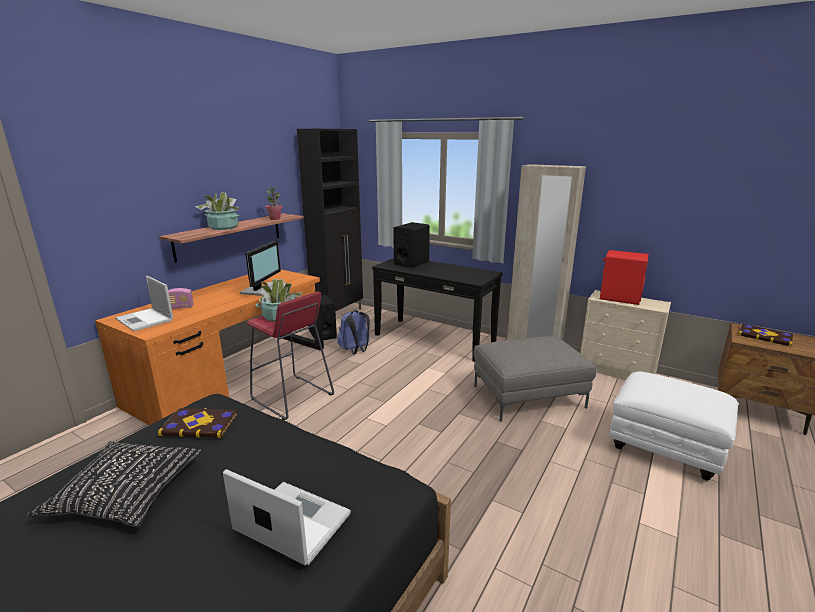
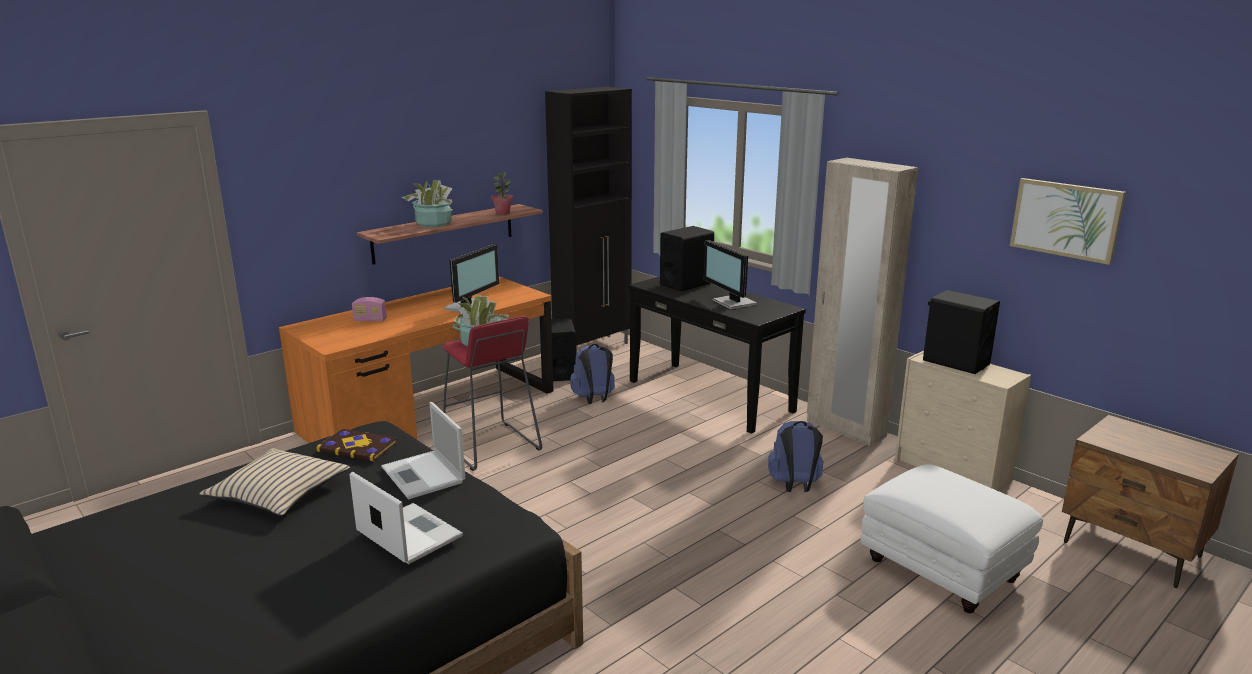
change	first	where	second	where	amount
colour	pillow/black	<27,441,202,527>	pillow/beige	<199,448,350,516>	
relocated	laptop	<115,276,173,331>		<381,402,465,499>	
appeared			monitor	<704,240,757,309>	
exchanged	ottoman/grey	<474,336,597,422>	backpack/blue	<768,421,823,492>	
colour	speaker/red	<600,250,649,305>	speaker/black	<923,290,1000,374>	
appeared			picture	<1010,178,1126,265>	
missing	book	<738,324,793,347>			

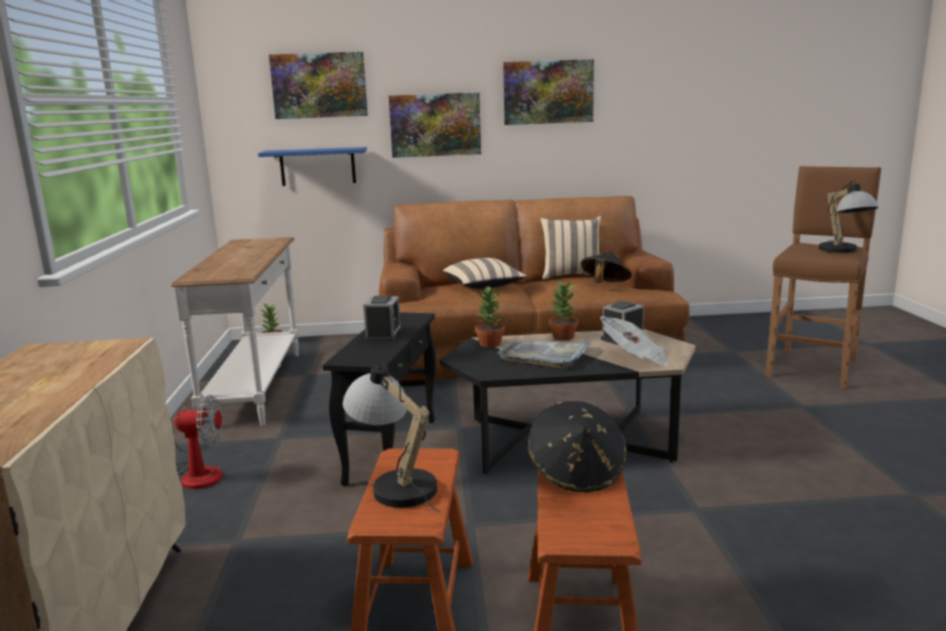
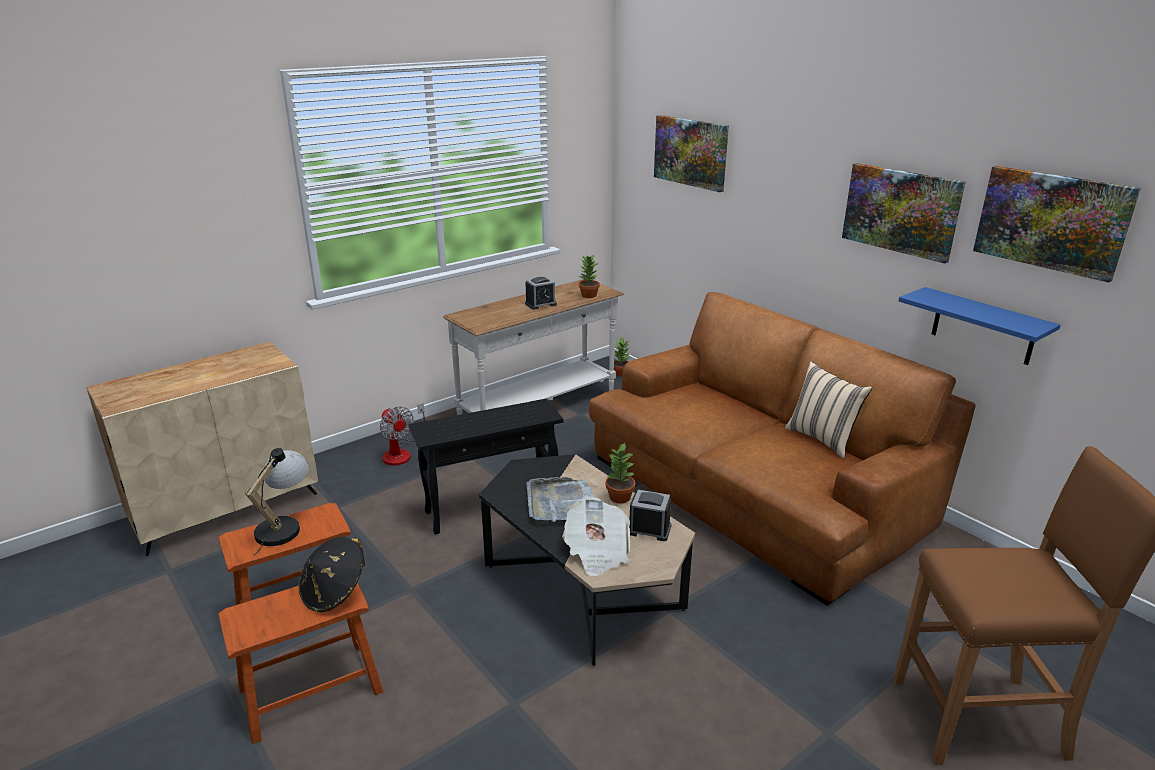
change	first	where	second	where	amount
relocated	alarm clock	<363,296,401,341>		<525,277,557,310>	
relocated	potted plant	<475,286,505,347>		<579,255,600,298>	
relocated	shelf/blue	<258,147,367,186>		<899,287,1060,365>	
relocated	picture	<389,93,481,158>		<973,166,1141,283>	
missing	pillow/beige	<443,258,527,289>			
missing	hat/black	<580,252,632,283>			
missing	table lamp	<819,180,879,253>			

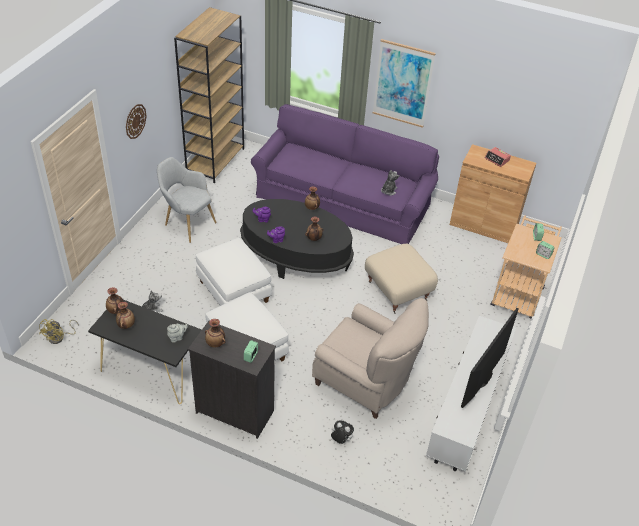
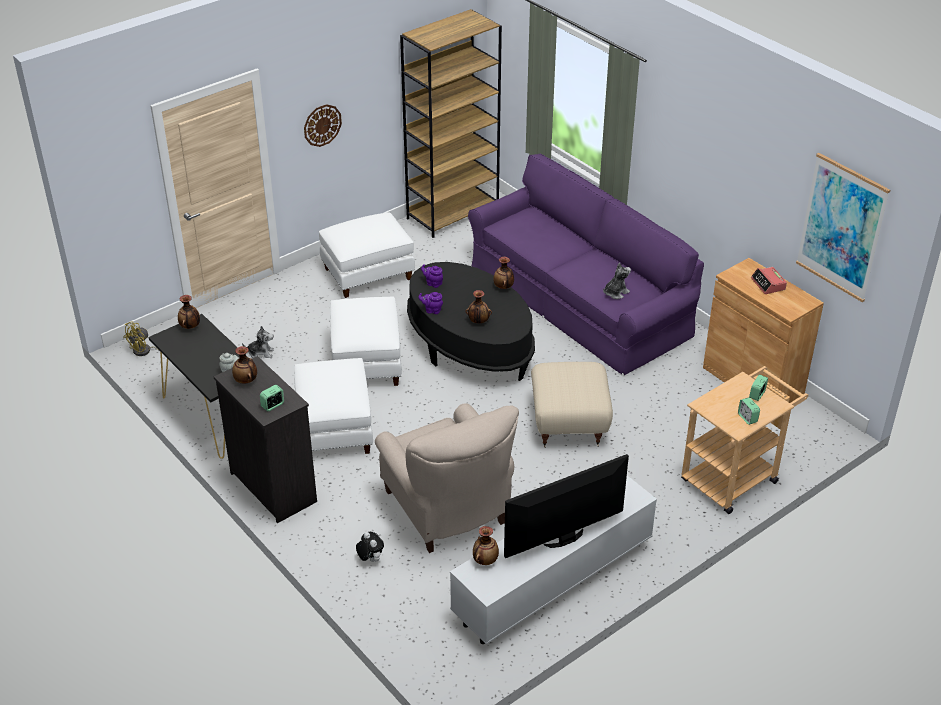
change	first	where	second	where	amount
exchanged	armchair/grey	<157,157,217,243>	ottoman/white	<319,212,415,298>	
relocated	vase	<116,302,135,329>		<473,526,499,565>	
relocated	picture	<373,39,436,128>		<796,153,890,302>	

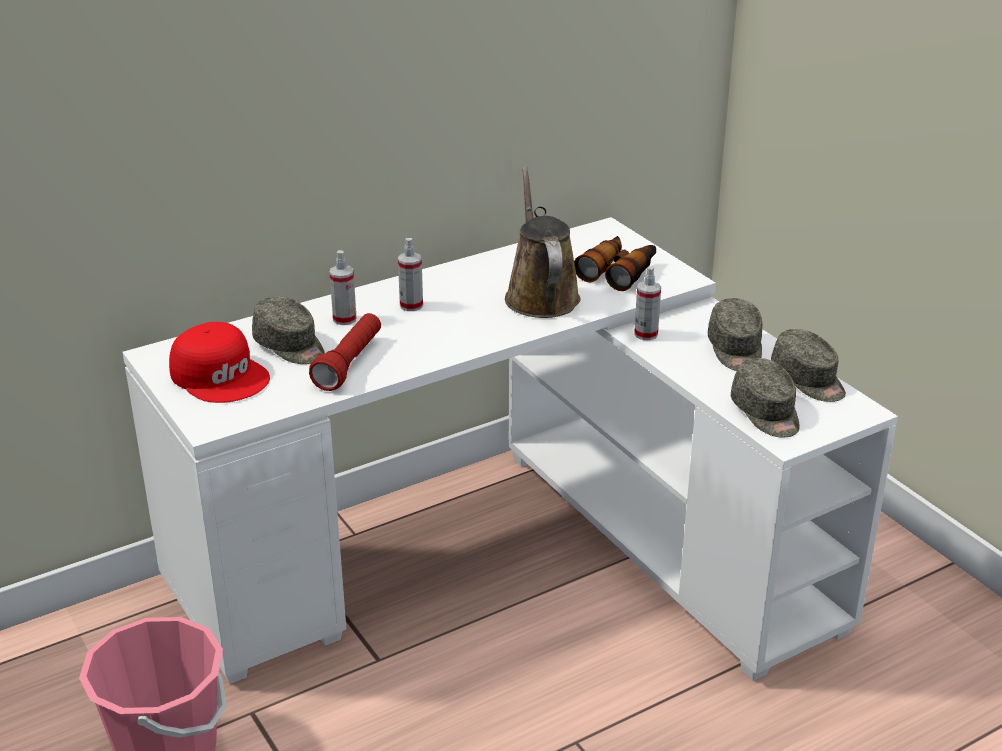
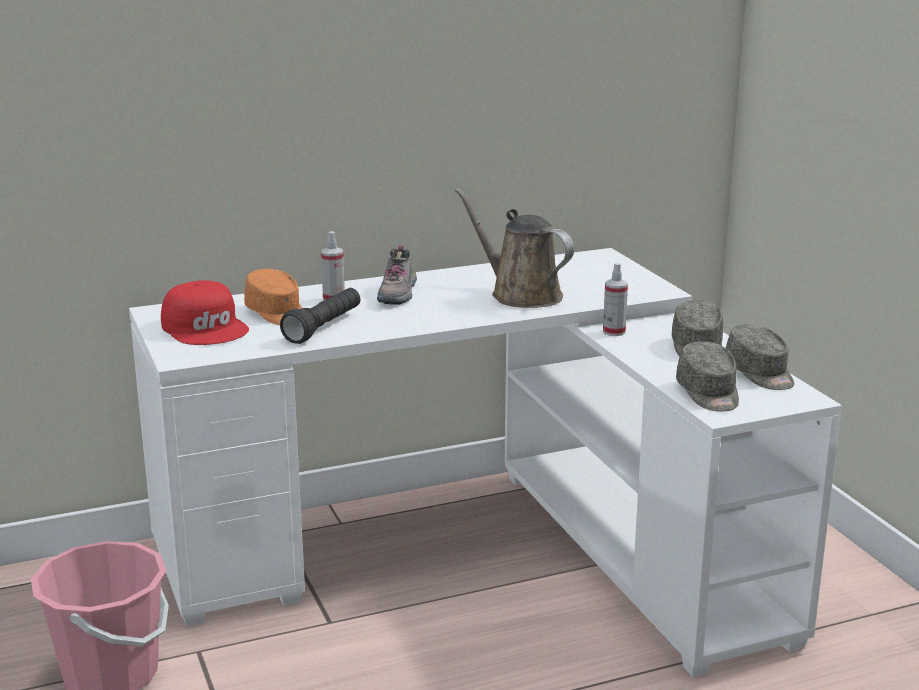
change	first	where	second	where	amount
colour	cap/grey	<252,296,325,364>	cap/orange	<244,269,302,325>	
colour	flashlight/red	<309,313,381,391>	flashlight/black	<280,288,360,344>	
exchanged	spray bottle	<398,238,423,311>	shoe	<377,245,417,305>	
spun	watering can/brown	<505,167,581,318>		<455,188,574,308>	45 degrees counterclockwise
missing	binoculars	<574,236,656,291>			

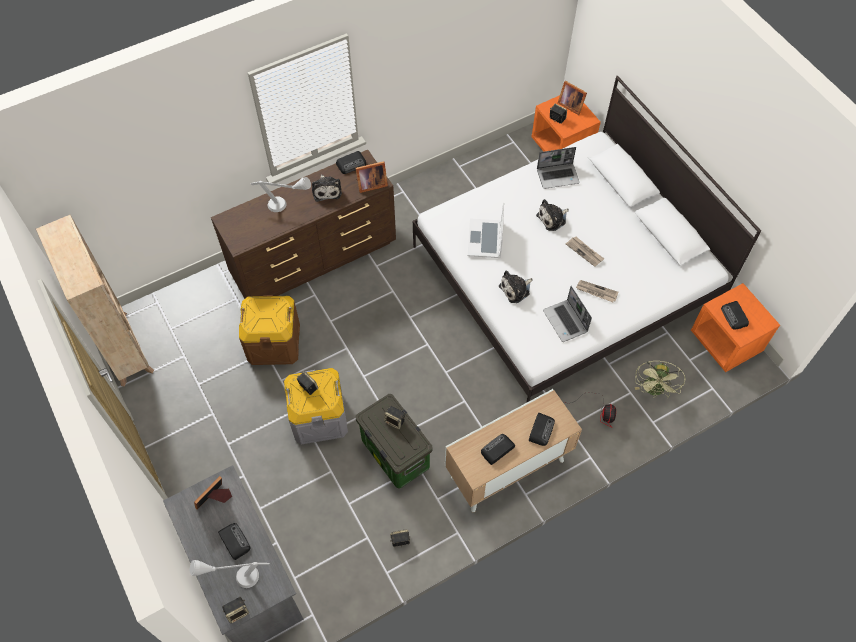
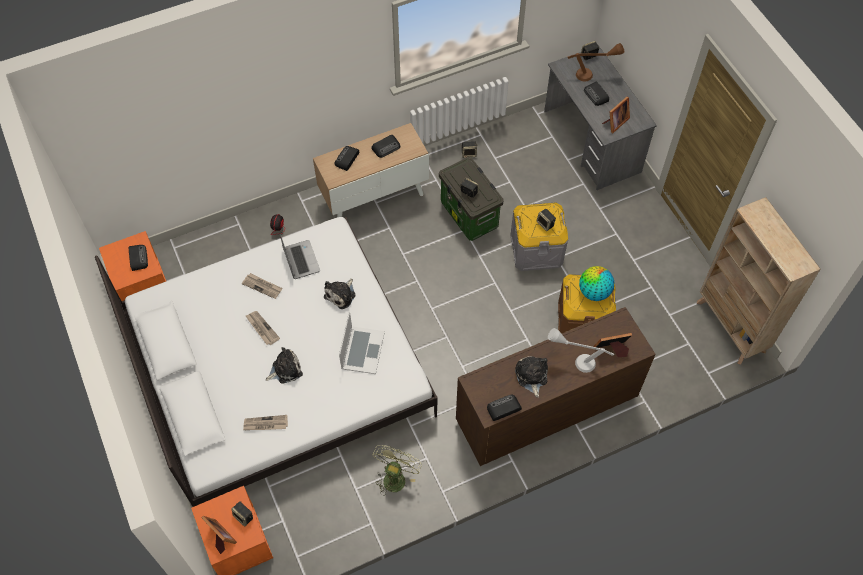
change	first	where	second	where	amount
exchanged	laptop	<537,147,580,189>	newspaper	<243,415,288,430>	
spun	plush toy	<499,271,533,303>		<324,278,356,309>	150 degrees clockwise
relocated	fan/green	<635,361,685,399>		<372,445,422,496>	
colour	table lamp/grey	<190,560,269,588>	table lamp/brown	<567,43,624,81>	
appeared			globe	<579,266,614,301>	
relocated	picture frame	<356,161,388,193>		<594,333,632,357>	

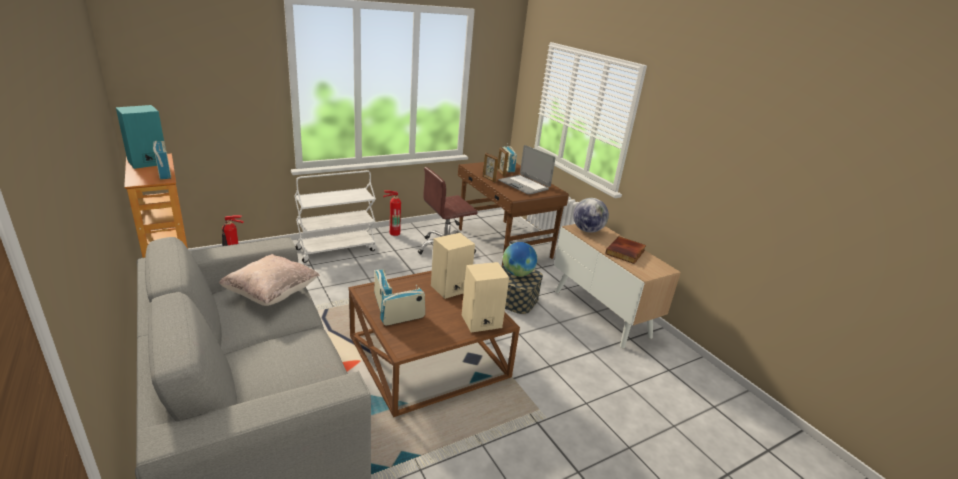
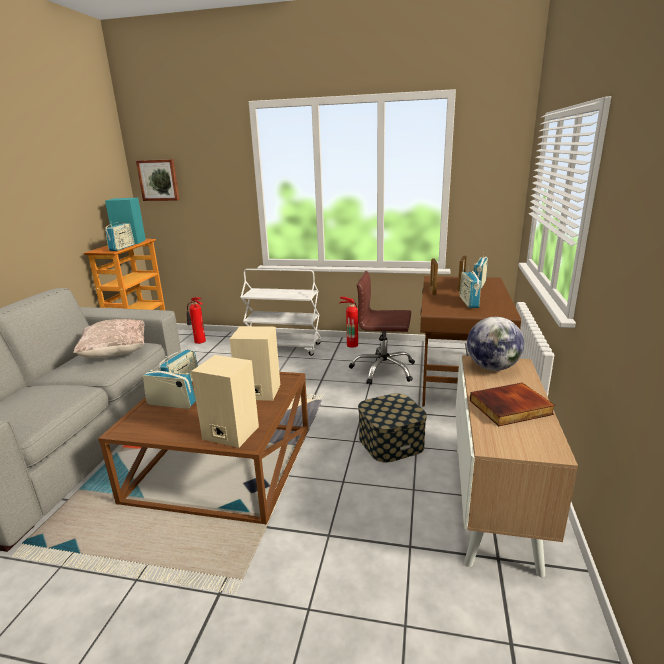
change	first	where	second	where	amount
appeared			picture	<136,159,179,201>	
exchanged	laptop	<498,145,555,194>	radio	<459,267,481,308>	
missing	globe	<503,242,537,276>			

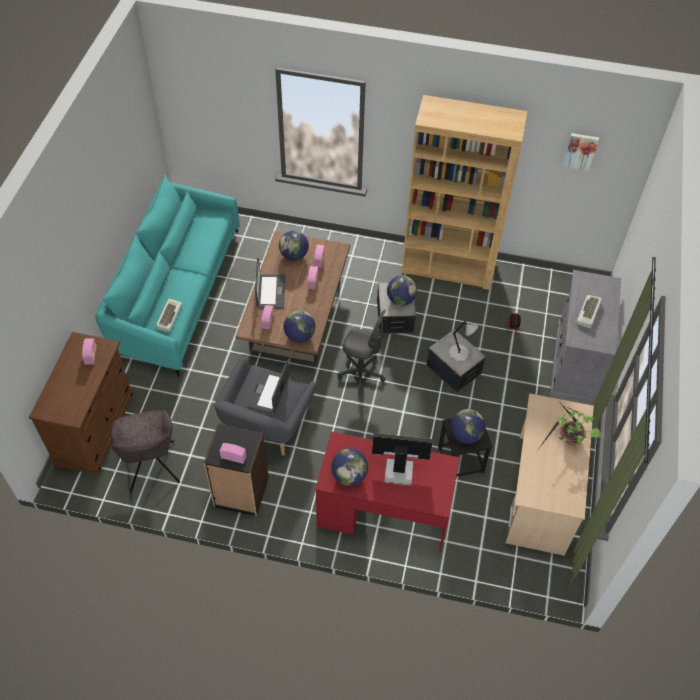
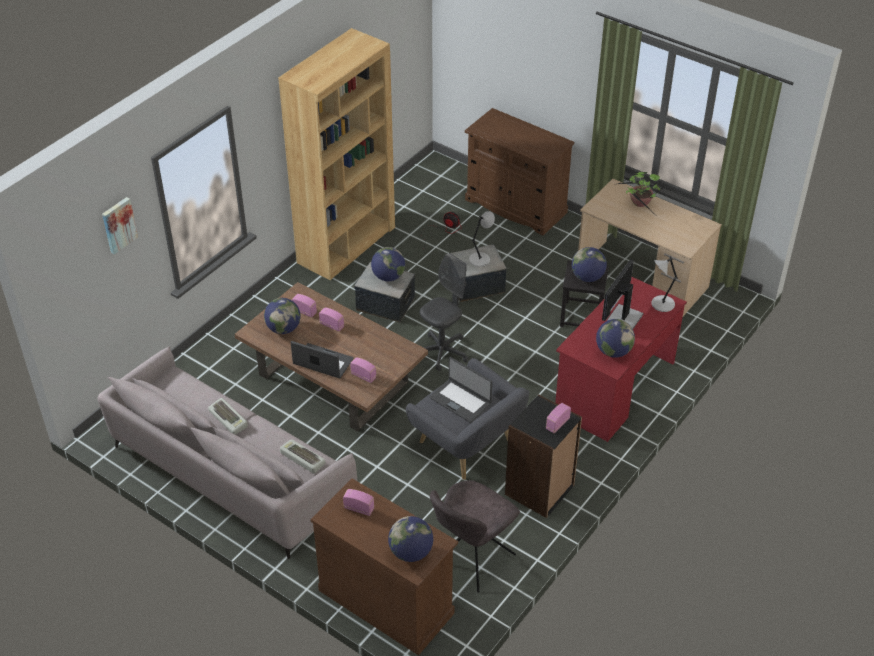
change	first	where	second	where	amount
colour	sofa/turquoise	<95,174,240,377>	sofa/grey	<97,347,357,559>	
relocated	picture	<563,133,599,171>		<102,197,138,254>	
relocated	keyboard	<576,295,602,329>		<208,398,248,435>	
relocated	globe	<284,311,316,343>		<388,516,433,562>	
spun	chair/grey	<110,410,180,492>		<430,480,520,592>	120 degrees clockwise
colour	cabinet/grey	<549,270,621,405>	cabinet/brown	<465,108,574,235>	
appeared			table lamp/grey	<652,256,678,312>	

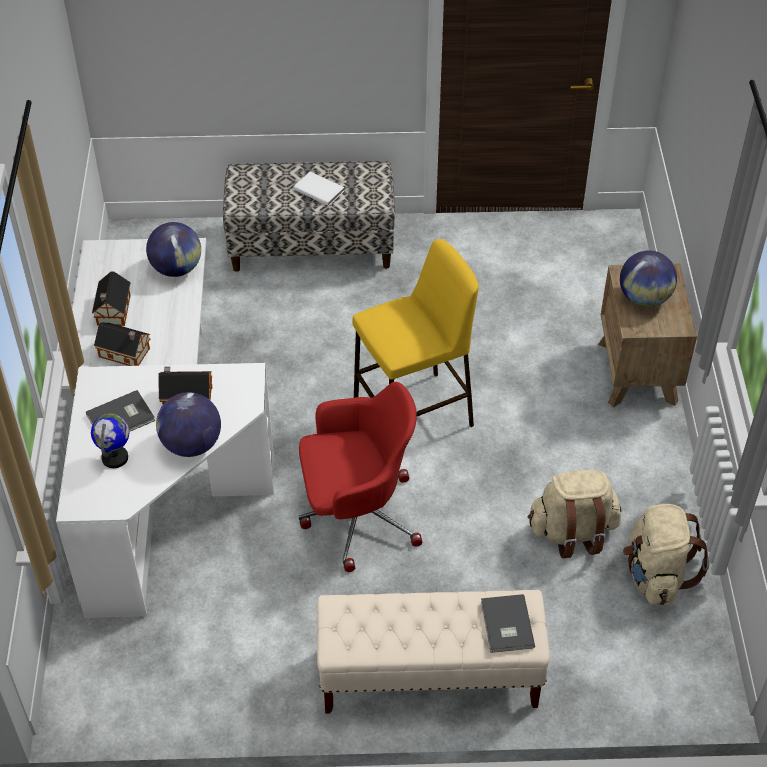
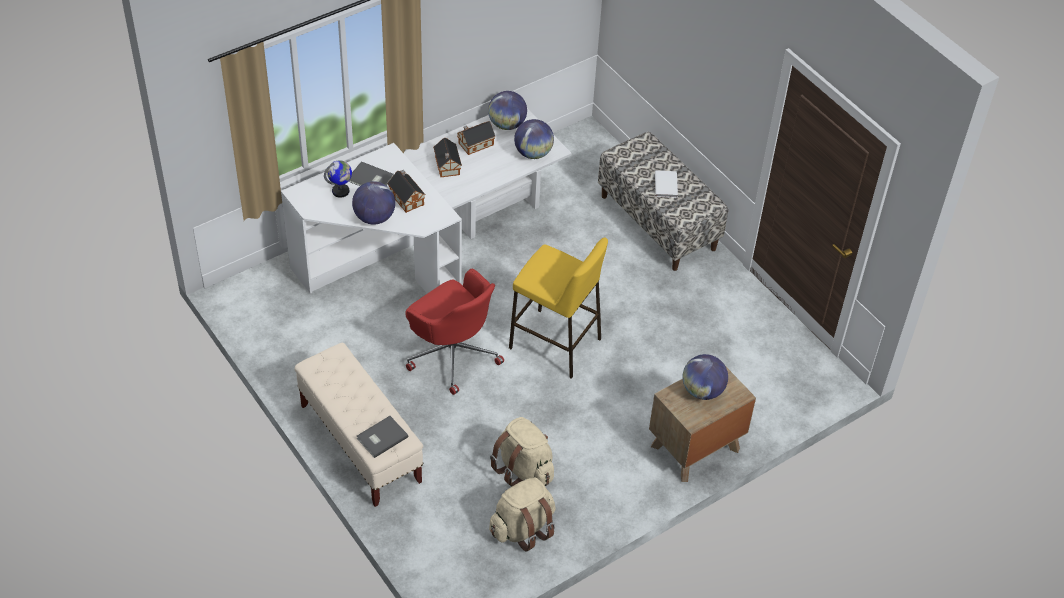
change	first	where	second	where	amount
appeared			globe	<488,91,527,130>	

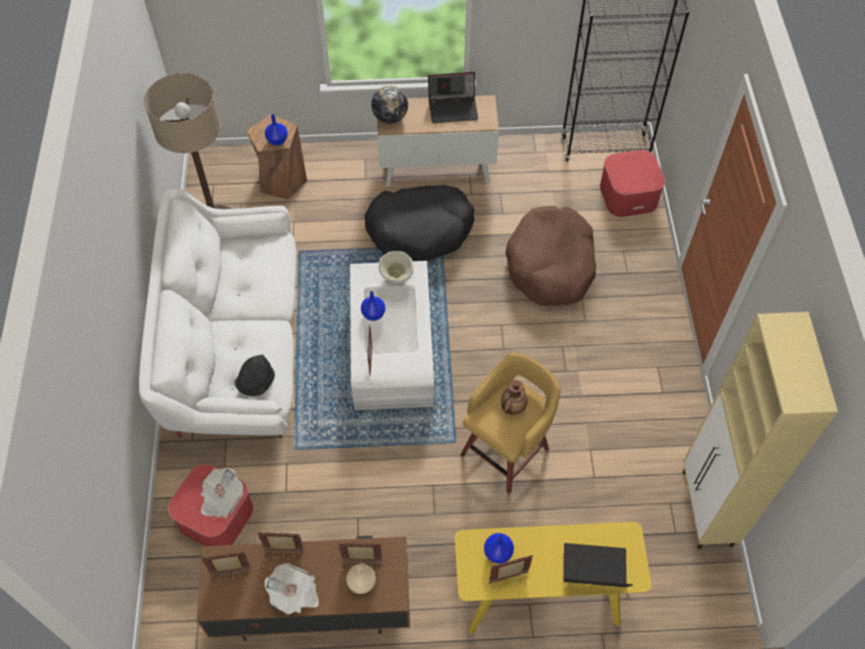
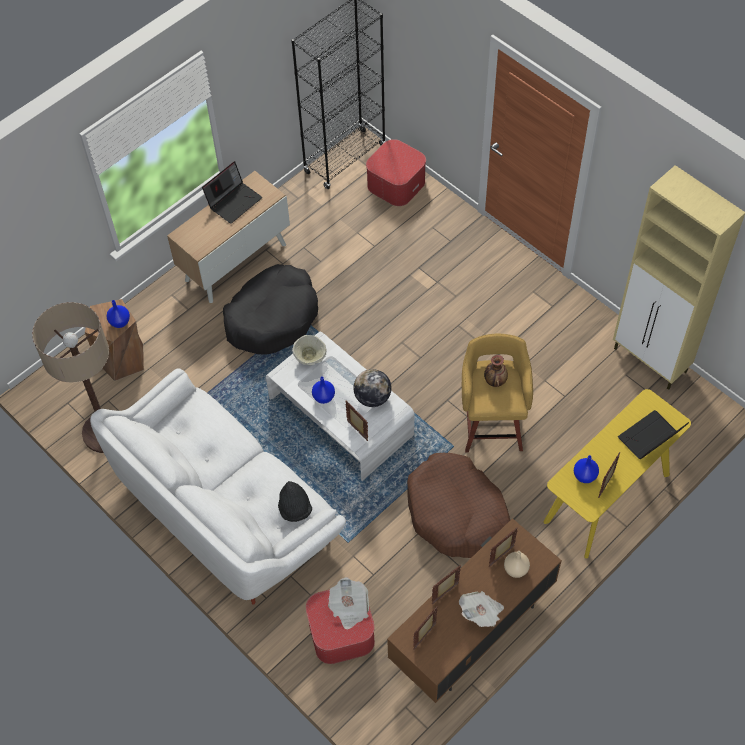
change	first	where	second	where	amount
relocated	globe	<371,86,408,124>		<353,369,392,407>	
relocated	dog bed/brown	<505,206,596,306>		<407,453,510,558>	

